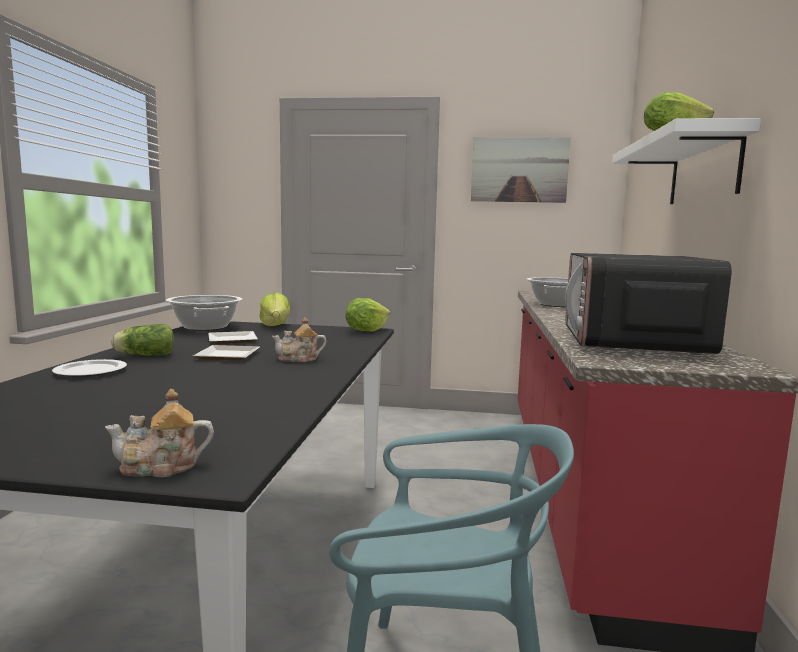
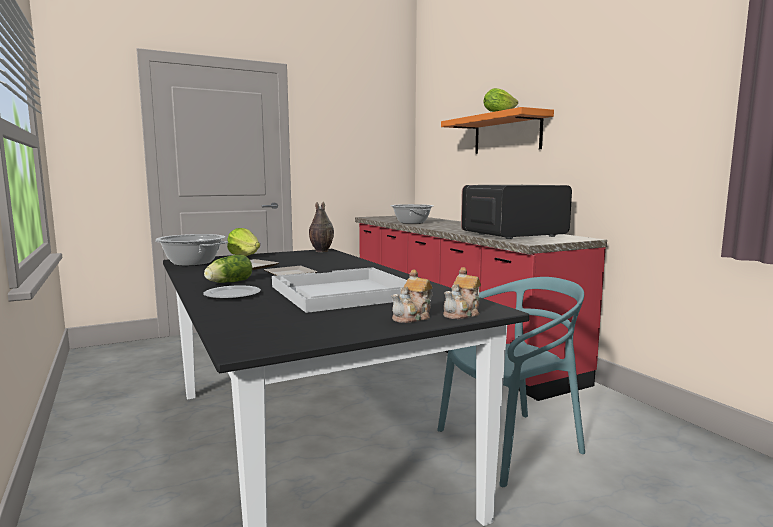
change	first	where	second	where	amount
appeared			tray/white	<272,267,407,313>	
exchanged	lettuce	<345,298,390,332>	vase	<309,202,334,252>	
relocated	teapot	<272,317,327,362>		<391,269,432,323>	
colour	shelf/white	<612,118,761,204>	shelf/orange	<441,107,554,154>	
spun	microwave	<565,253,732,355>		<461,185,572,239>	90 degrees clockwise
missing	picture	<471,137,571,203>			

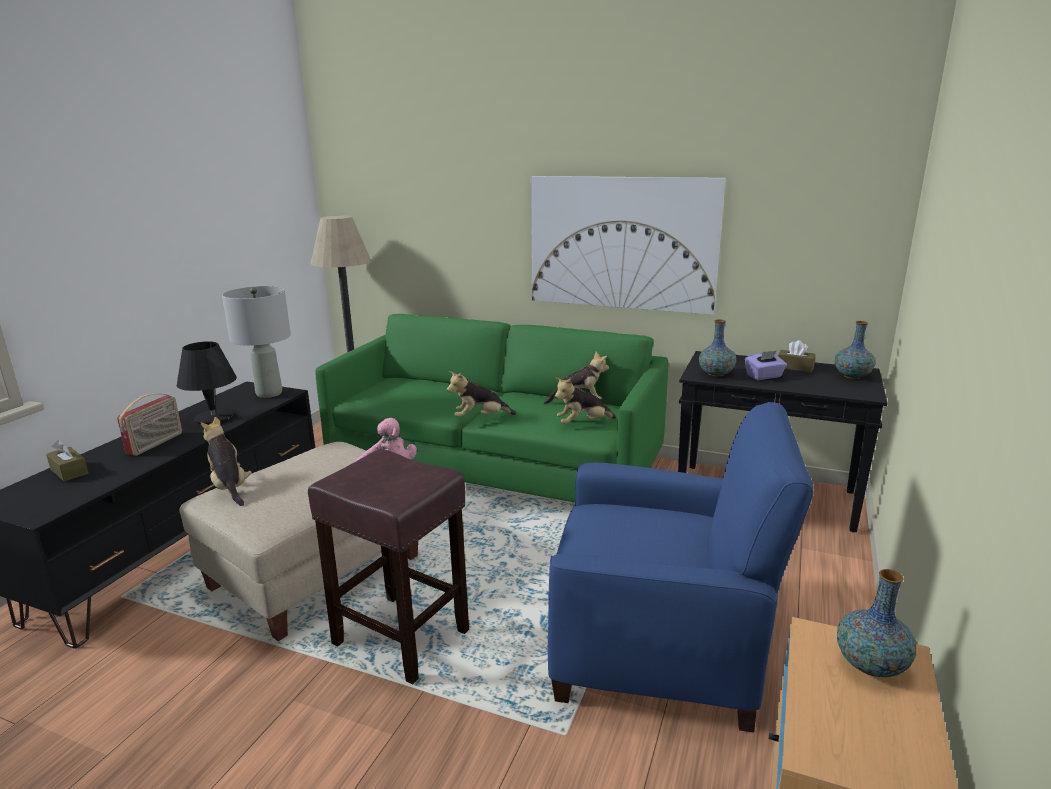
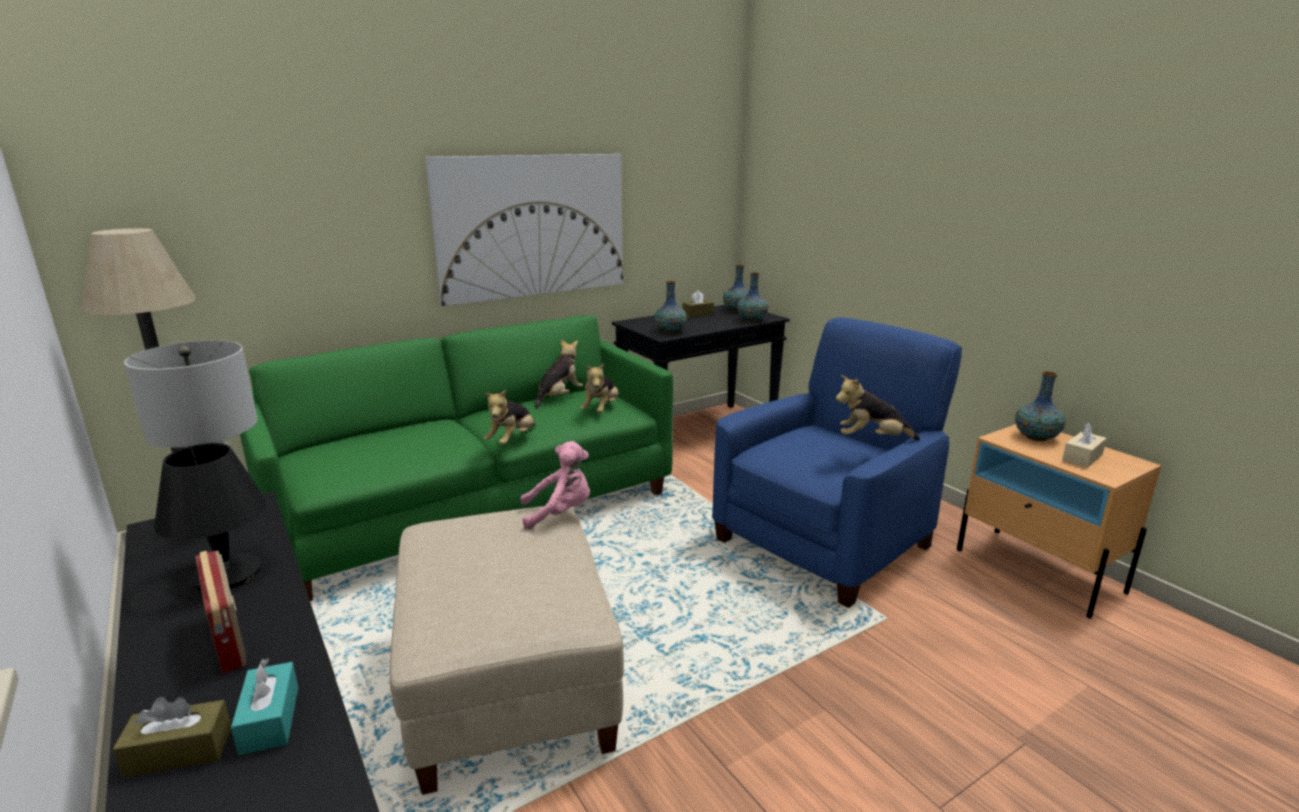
change	first	where	second	where	amount
appeared			tissue box/turquoise	<231,658,298,755>	
appeared			vase	<737,272,769,322>	
relocated	plush toy	<200,417,252,506>		<835,375,920,440>	
appeared			tissue box/beige	<1062,422,1107,468>	
missing	stool/brown	<308,449,469,685>			
missing	tissue box/purple	<745,351,787,380>			

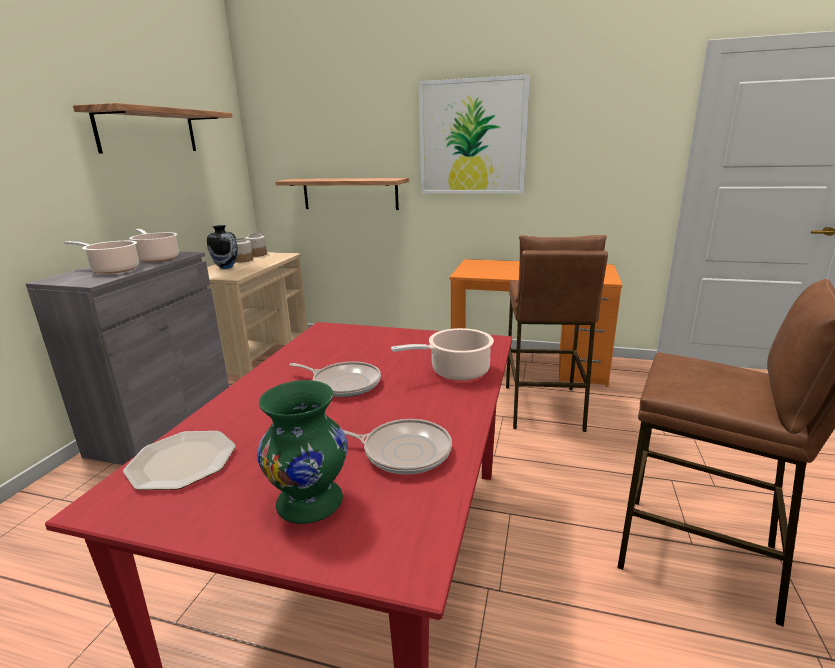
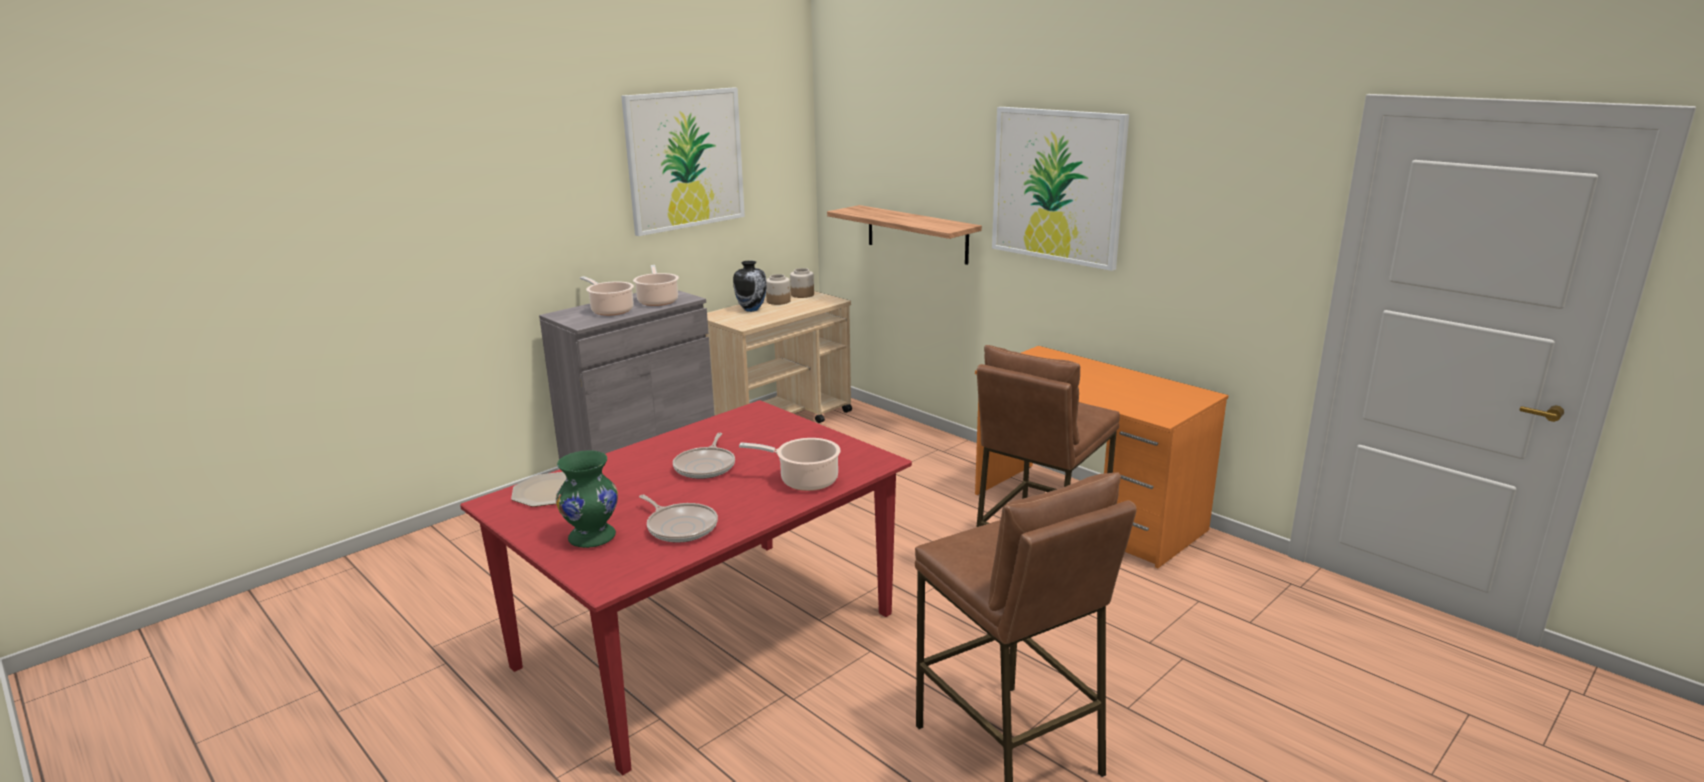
change	first	where	second	where	amount
exchanged	shelf	<73,103,233,154>	picture	<621,88,745,236>	
spun	frying pan	<289,361,381,397>		<673,433,735,479>	45 degrees clockwise

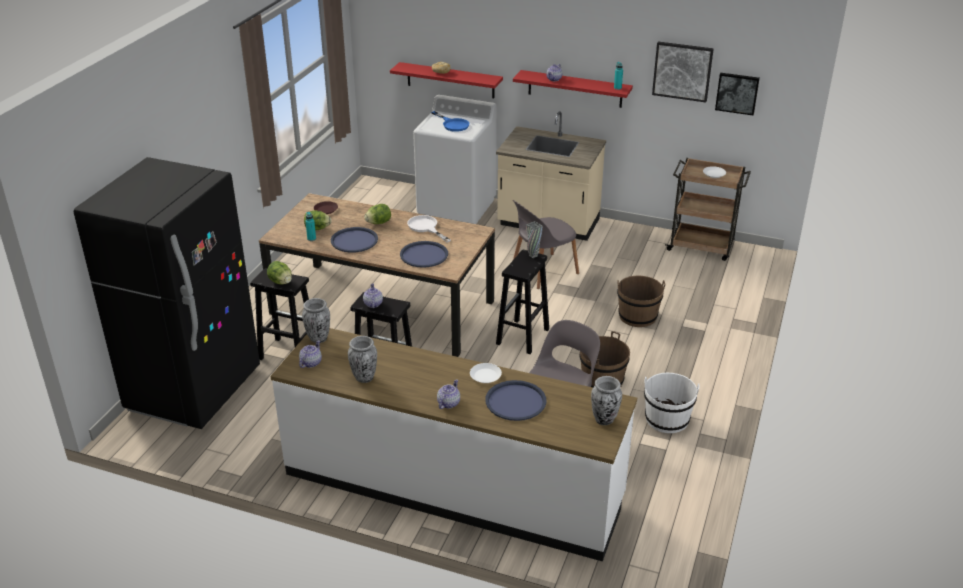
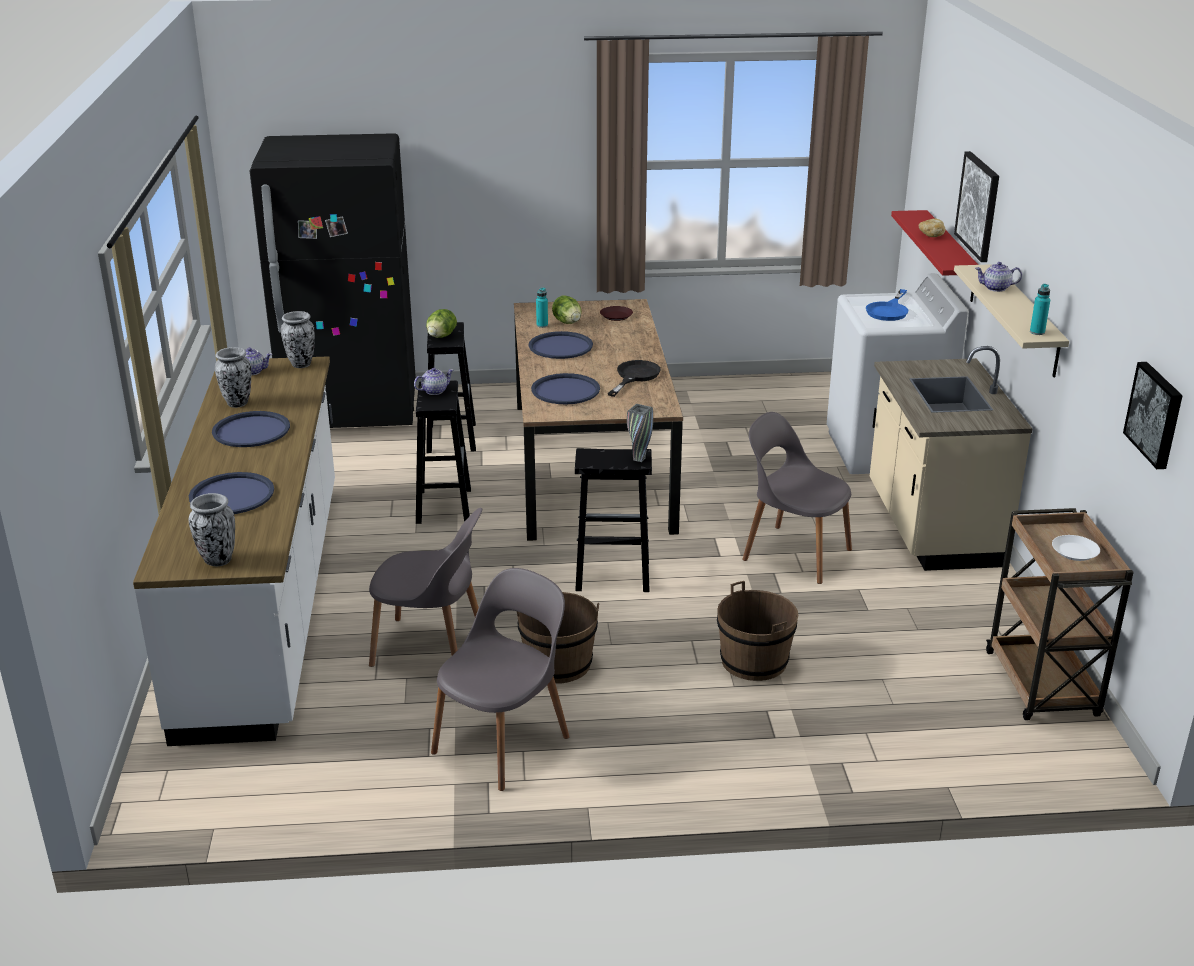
change	first	where	second	where	amount
appeared			tray/blue	<212,411,290,447>	
exchanged	bucket/white	<644,373,700,433>	chair/grey	<431,568,570,791>	
colour	frying pan/white	<407,215,451,242>	frying pan/black	<608,360,661,397>	
relocated	picture	<652,42,714,102>		<954,151,999,262>	
colour	shelf/red	<513,70,633,108>	shelf/beige	<954,264,1069,377>	
missing	lettuce	<364,204,391,224>			
missing	teapot	<437,379,460,409>			
missing	plate/white	<470,363,502,383>			

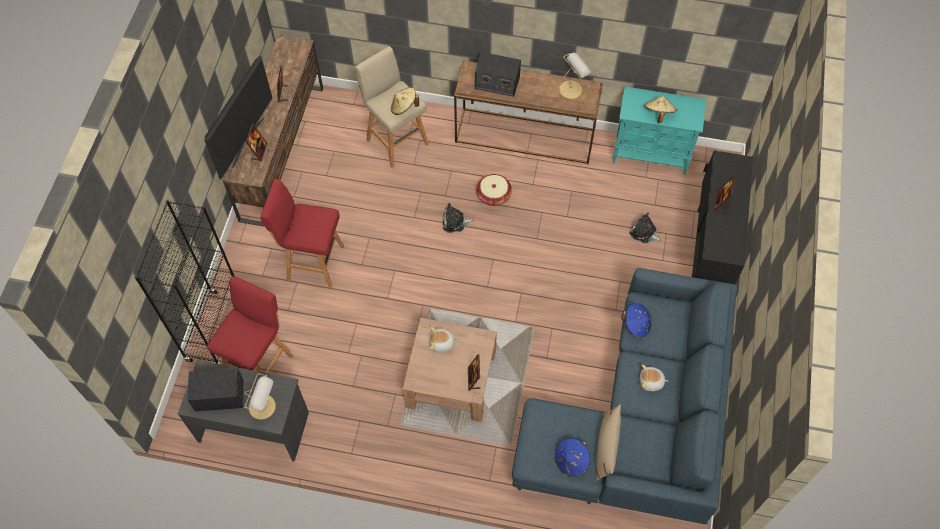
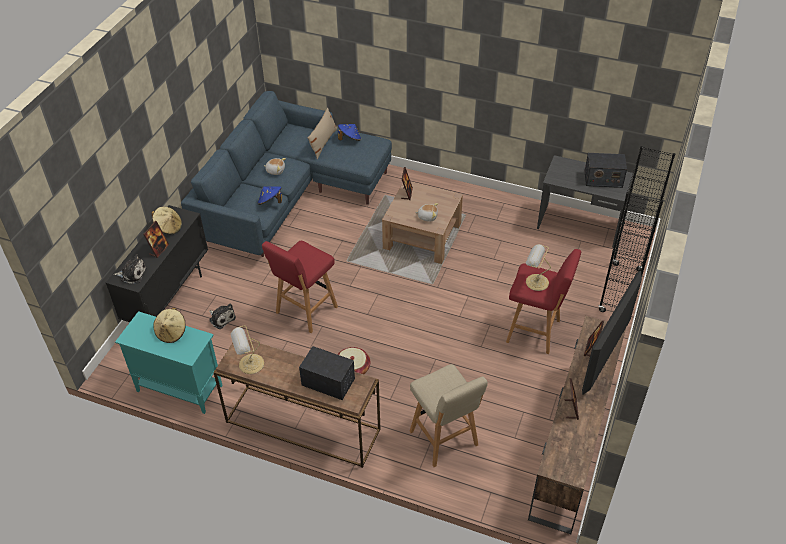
change	first	where	second	where	amount
relocated	plush toy	<442,203,473,233>		<114,254,147,284>	
relocated	hat/beige	<391,88,419,115>		<151,207,182,234>	
relocated	stool/red	<207,276,294,373>		<262,241,338,333>	
relocated	table lamp	<244,373,276,420>		<526,244,551,291>	

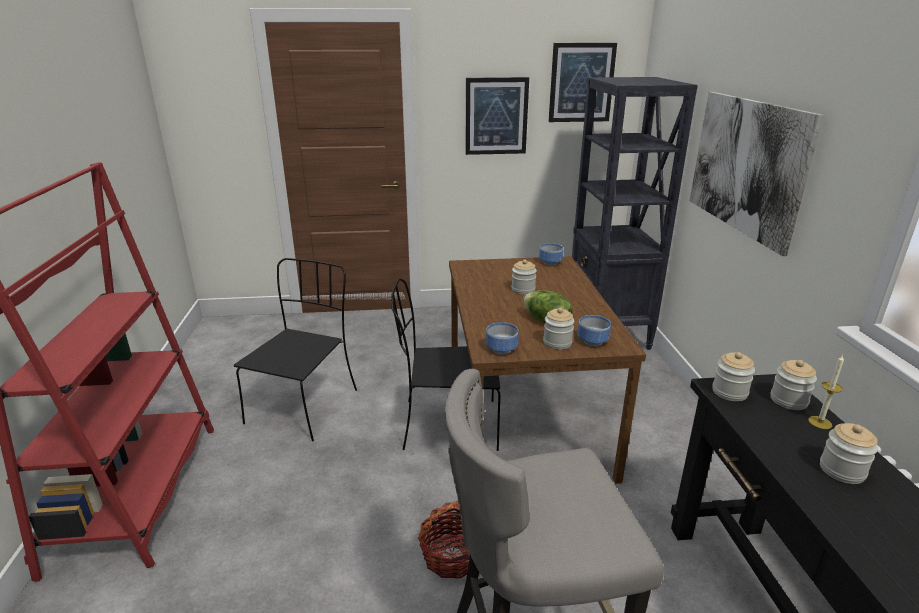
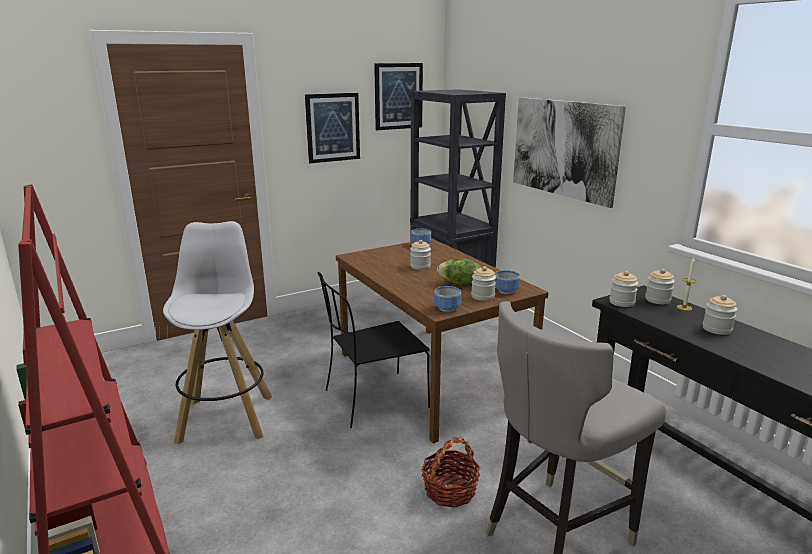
change	first	where	second	where	amount
exchanged	chair/black	<234,258,357,441>	stool/white	<163,221,272,444>	

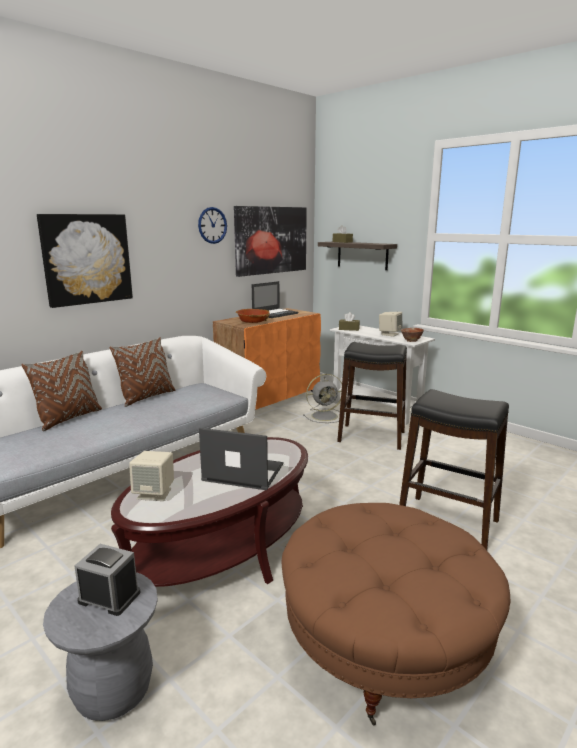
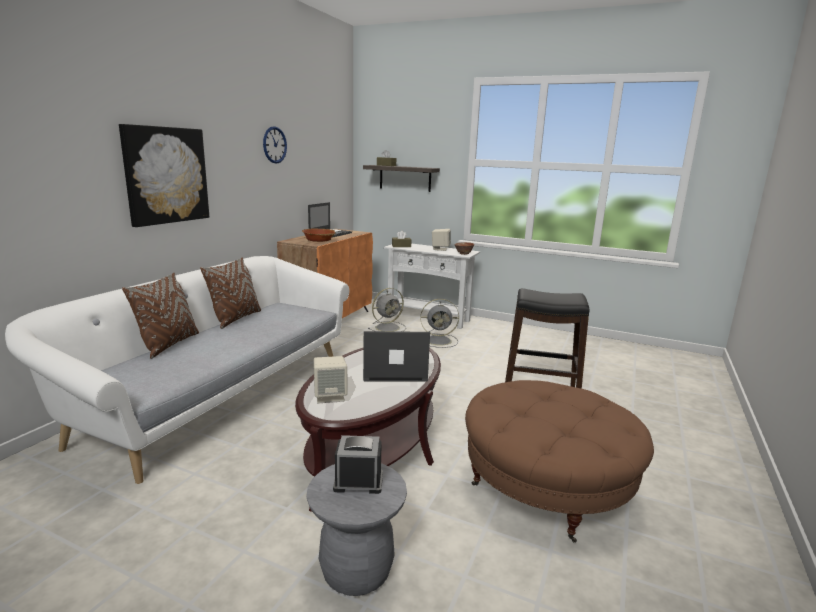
change	first	where	second	where	amount
exchanged	stool/black	<337,342,407,450>	fan/grey	<420,299,459,348>	
missing	picture	<234,206,307,277>			

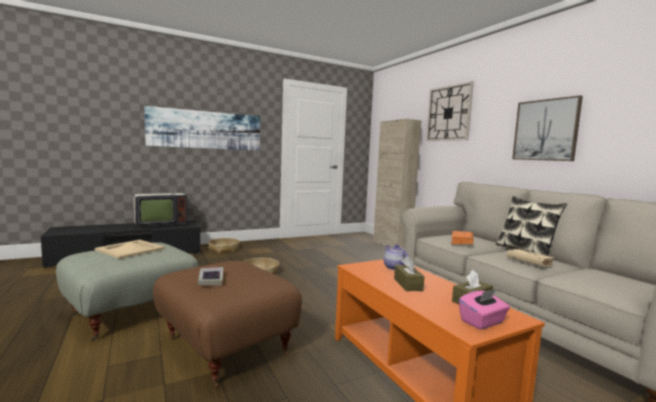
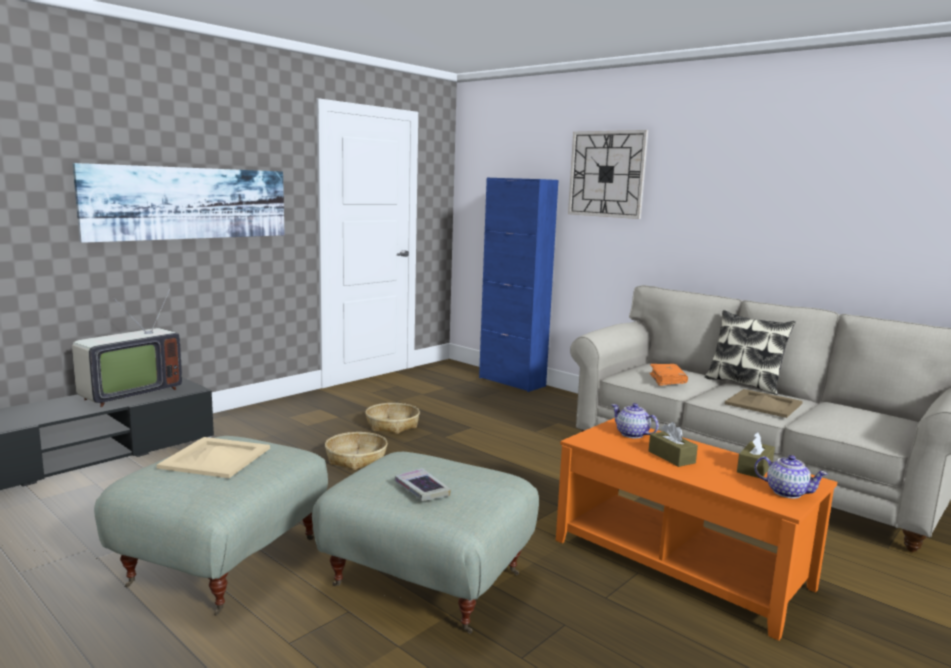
change	first	where	second	where	amount
colour	ottoman/brown	<153,261,302,388>	ottoman/grey	<312,452,539,634>	
relocated	basket	<208,238,239,253>		<365,403,420,434>	
colour	cabinet/beige	<373,119,421,248>	cabinet/blue	<479,178,558,392>	
exchanged	book/beige	<506,249,555,267>	tray/beige	<725,389,803,418>	
exchanged	tissue box/pink	<459,289,510,330>	teapot	<754,455,828,499>	
missing	picture	<512,95,583,161>			

